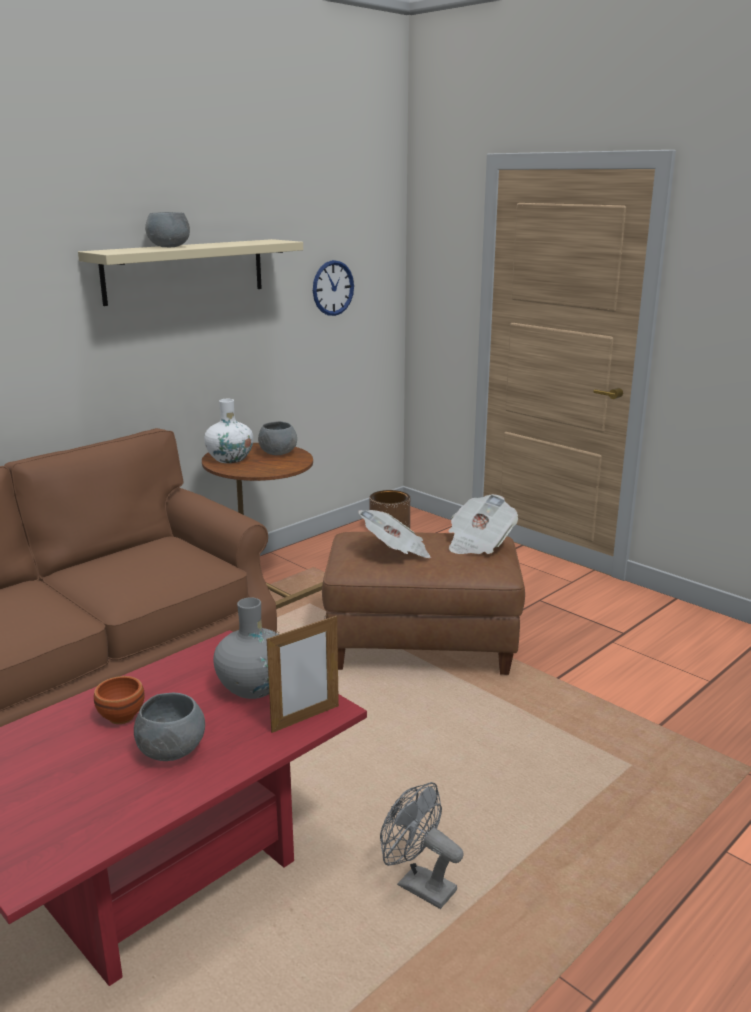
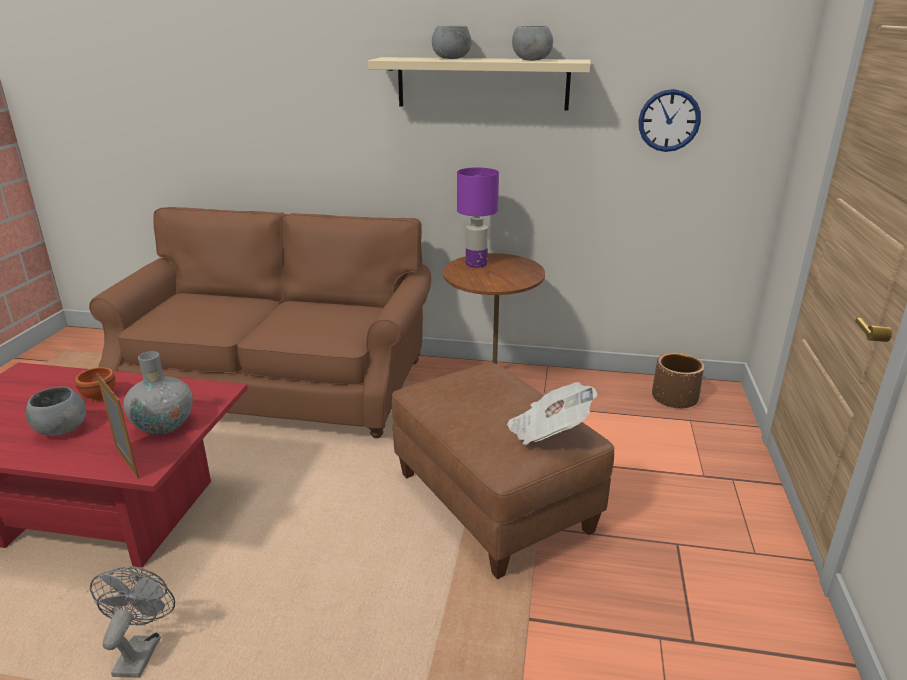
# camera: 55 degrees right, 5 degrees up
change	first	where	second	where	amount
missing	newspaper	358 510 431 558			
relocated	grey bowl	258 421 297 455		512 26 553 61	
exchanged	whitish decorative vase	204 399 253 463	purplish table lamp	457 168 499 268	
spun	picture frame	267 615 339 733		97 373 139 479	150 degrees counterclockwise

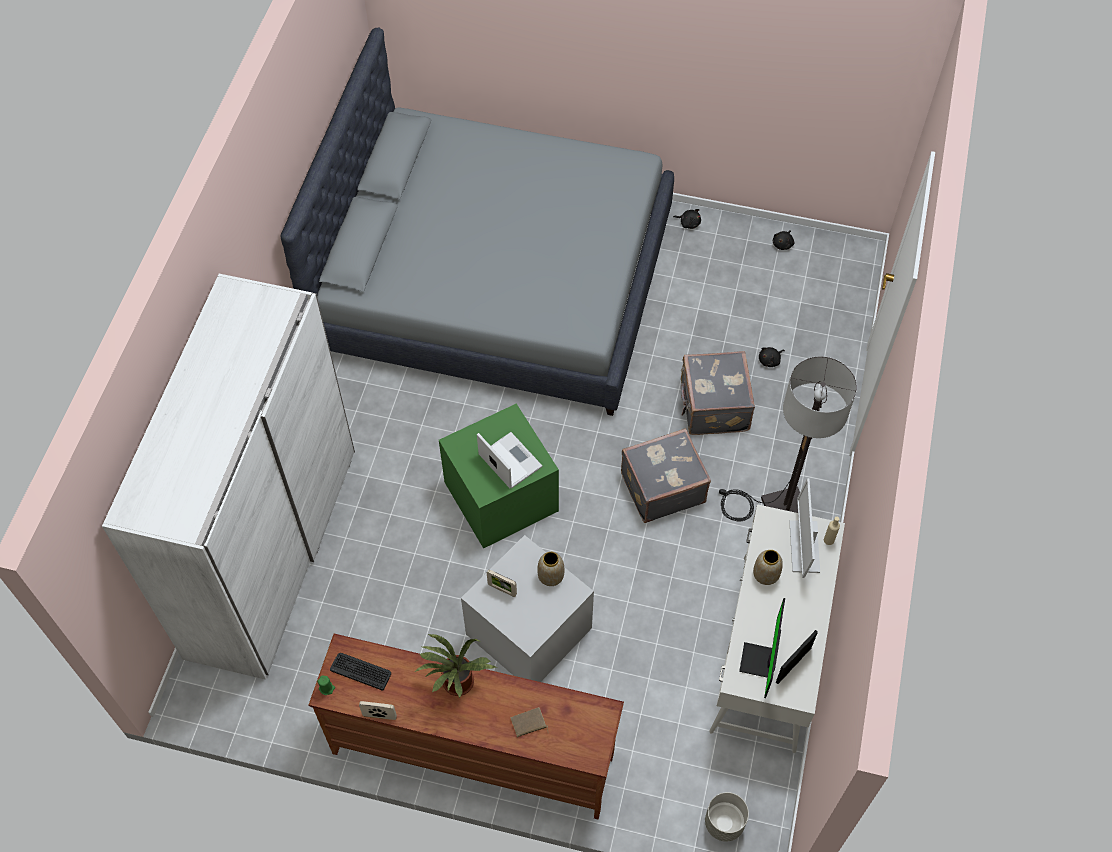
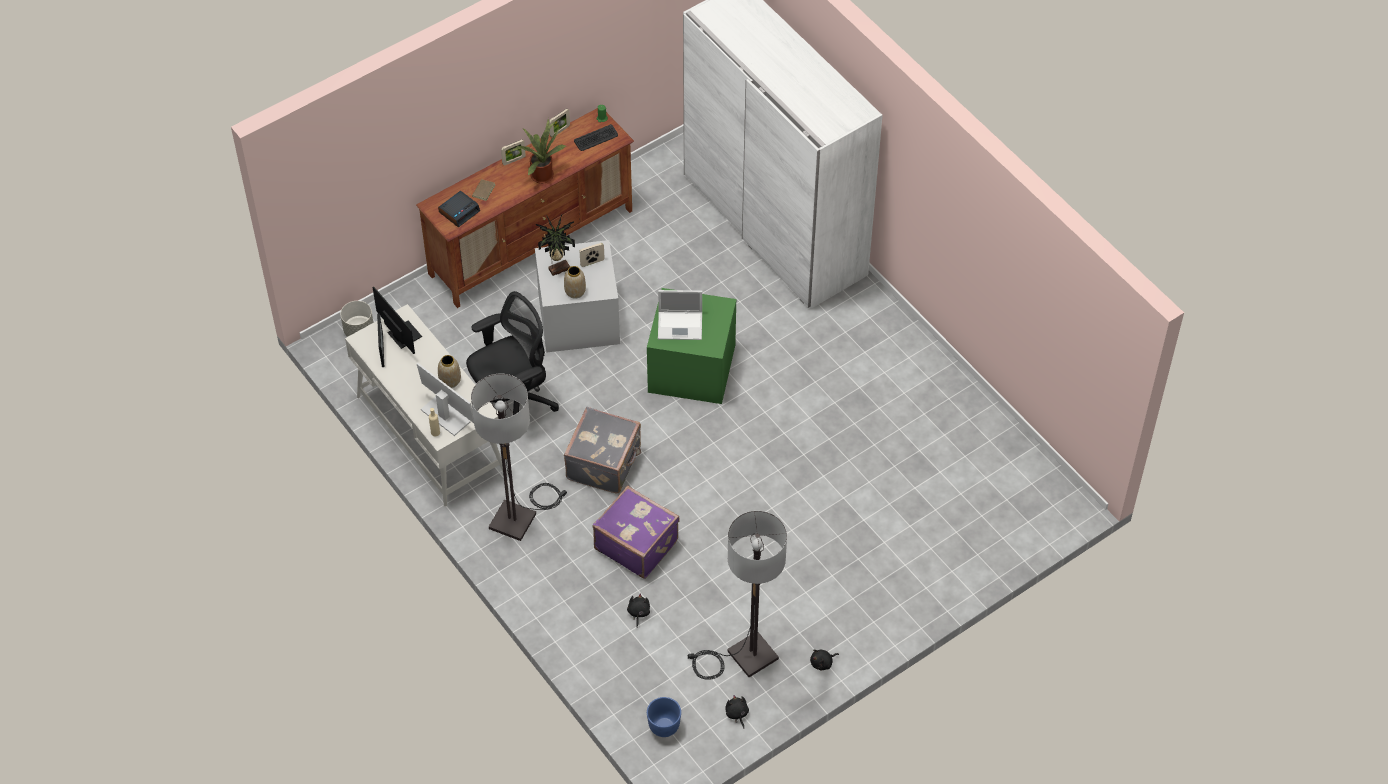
# camera: 130 degrees right, 5 degrees down
change	first	where	second	where	amount
missing	grey sleeping bed	280 27 674 416			
appeared			alarm clock	438 191 480 227	
appeared			black-coloured desk chair	466 291 559 415	
appeared			picture frame	501 139 526 165	
appeared			houseplant	536 215 575 276	
appeared			blue-coloured flower pot	647 697 681 737	
appeared			floor lamp	687 511 787 679	
colour	grey travel case	681 351 755 435	purplish travel case	592 486 680 579	

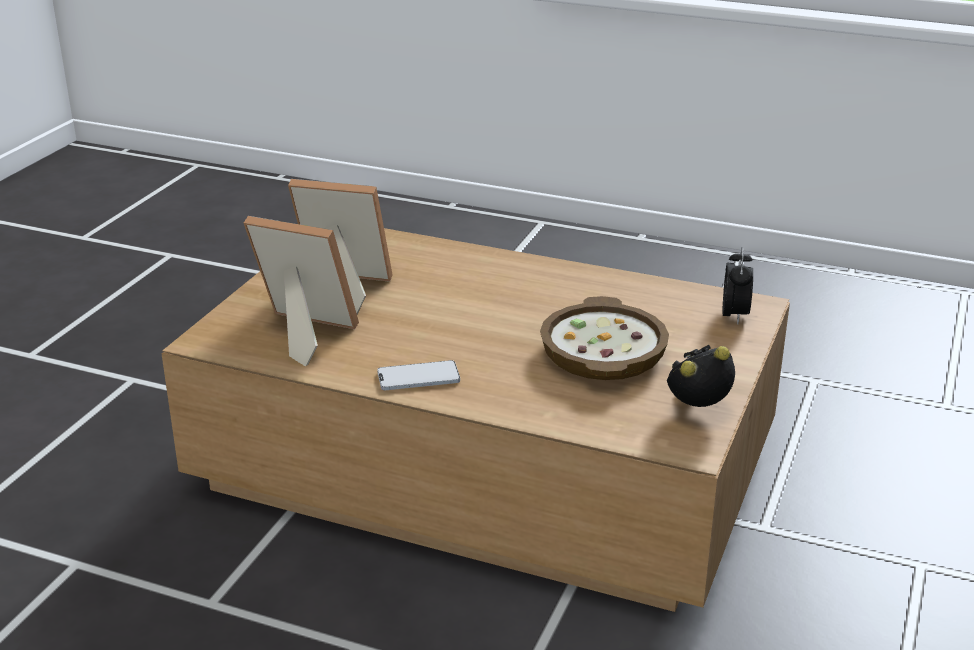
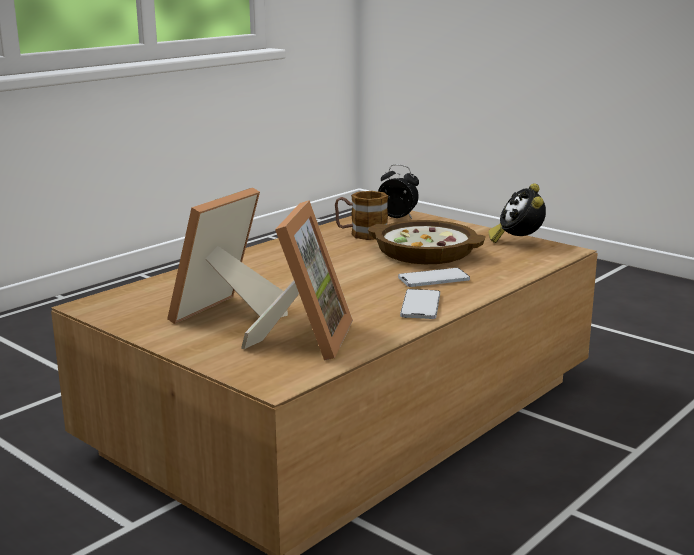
# camera: 70 degrees left, 10 degrees down
change	first	where	second	where	amount
appeared			mug	335 191 388 240	
appeared			telephone	398 268 470 287	
spun	picture frame	244 216 359 366		241 200 353 361	150 degrees clockwise

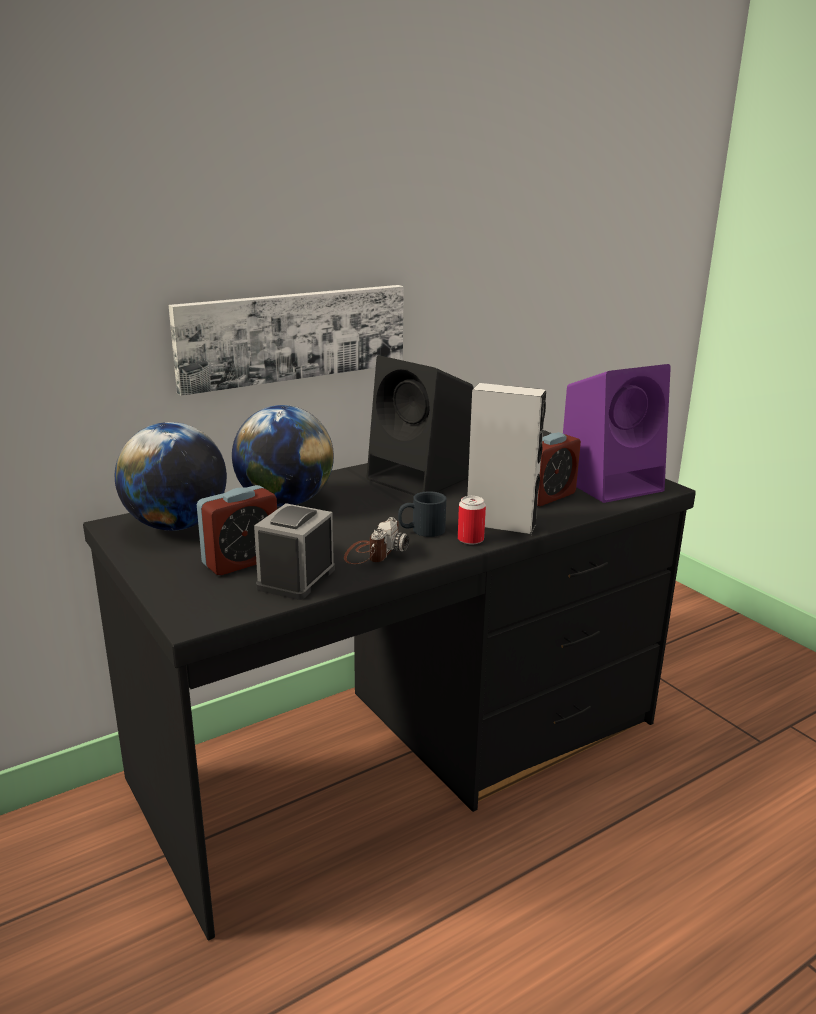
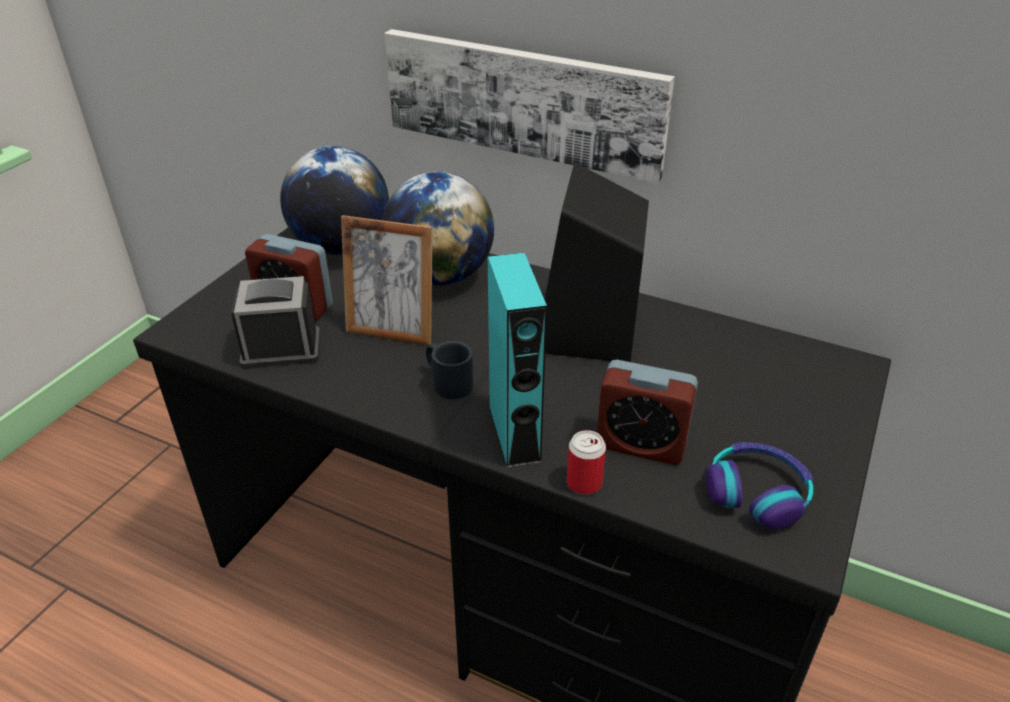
# camera: 60 degrees right, 15 degrees up
change	first	where	second	where	amount
missing	still camera	344 517 409 564			
appeared			picture frame	341 215 432 346	
relocated	can	458 496 486 544		567 430 606 495	
exchanged	purplish loudspeaker	563 364 671 503	pair of headphones	706 442 813 529	
colour	grey loudspeaker	467 383 546 535	turquoise-coloured loudspeaker	488 253 547 468	

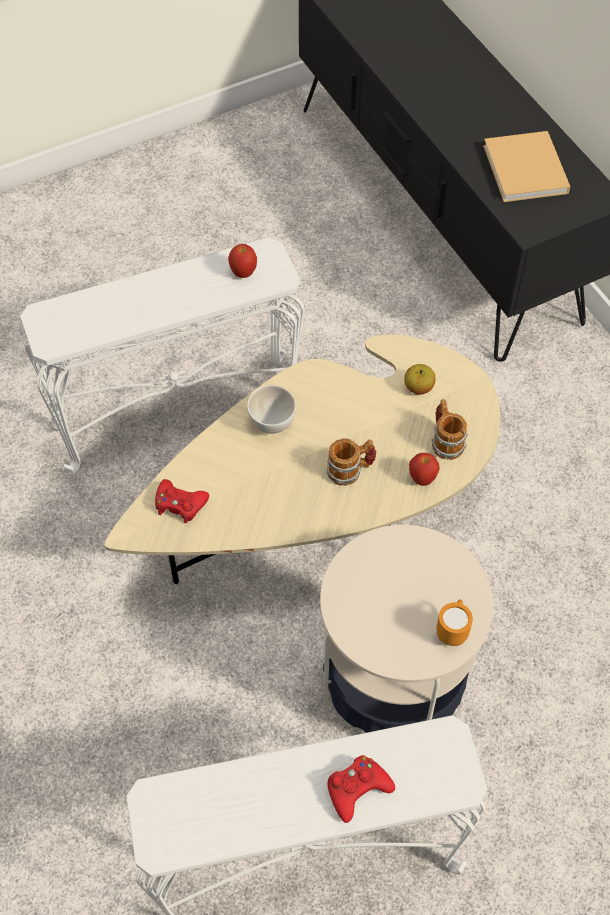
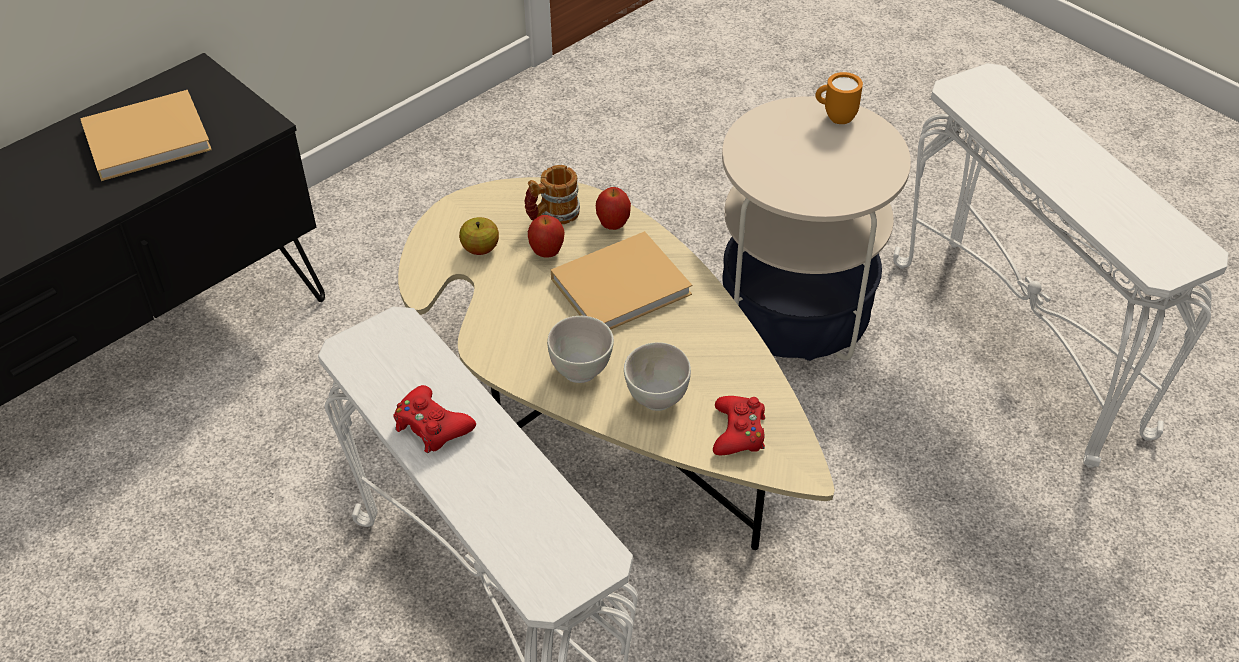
# camera: 105 degrees left, 10 degrees down
change	first	where	second	where	amount
appeared			whitish bowl	624 342 691 411	
relocated	apple	228 244 257 278		528 215 565 258	
relocated	reddish joypad	327 755 395 823		394 385 476 453	
exchanged	mug	326 438 376 486	beige bound book	551 231 692 330	

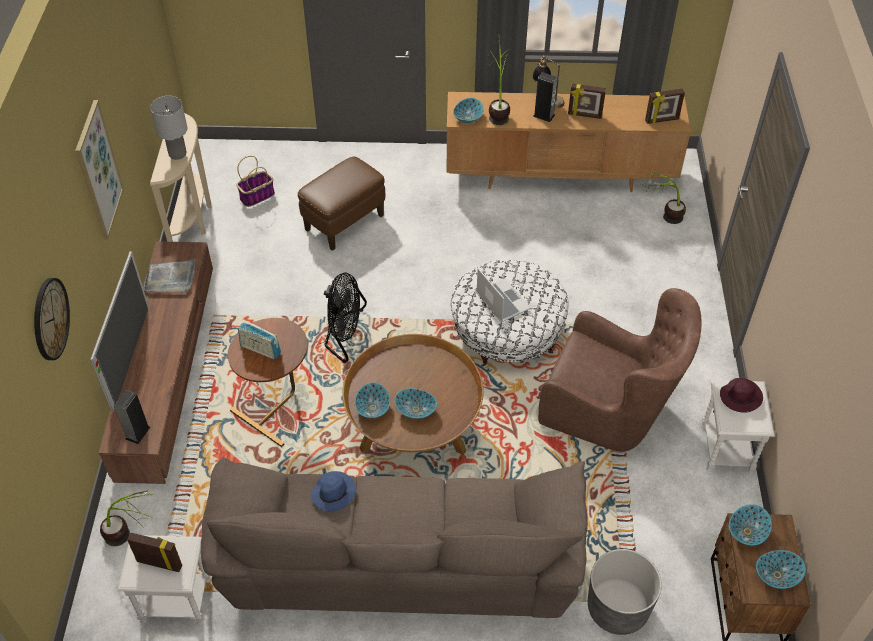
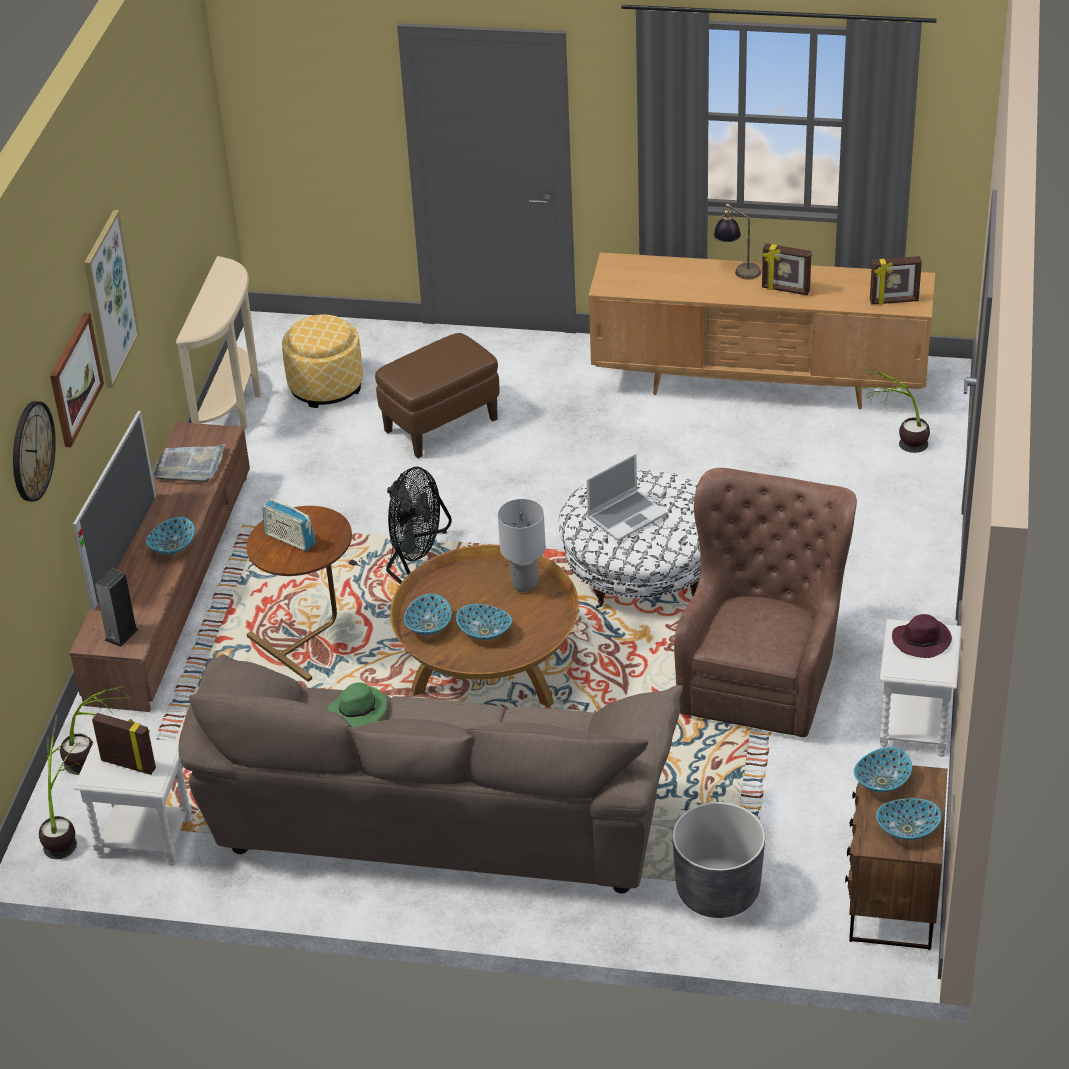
# camera: 10 degrees right, 10 degrees down
change	first	where	second	where	amount
missing	loudspeaker	533 72 558 122			
appeared			wall art	50 313 104 447	
relocated	grey table lamp	150 96 188 160		498 499 546 592	
relocated	bowl	453 98 484 123		146 517 195 555	
relocated	houseplant	489 34 514 125		39 715 84 859	
exchanged	household basket	236 156 275 207	footrest	282 315 363 408	
colour	blue-coloured wearable hat	311 471 356 512	greenish wearable hat	328 682 387 727	
spun	notebook computer	476 268 531 323		587 453 667 541	75 degrees clockwise
spun	brown-coloured lounge chair	538 288 701 451		674 468 857 737	105 degrees counterclockwise

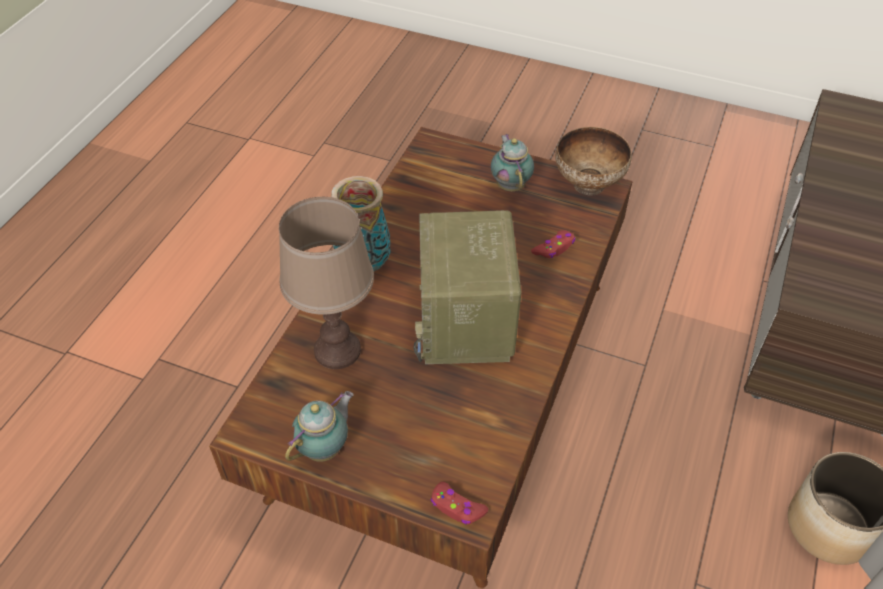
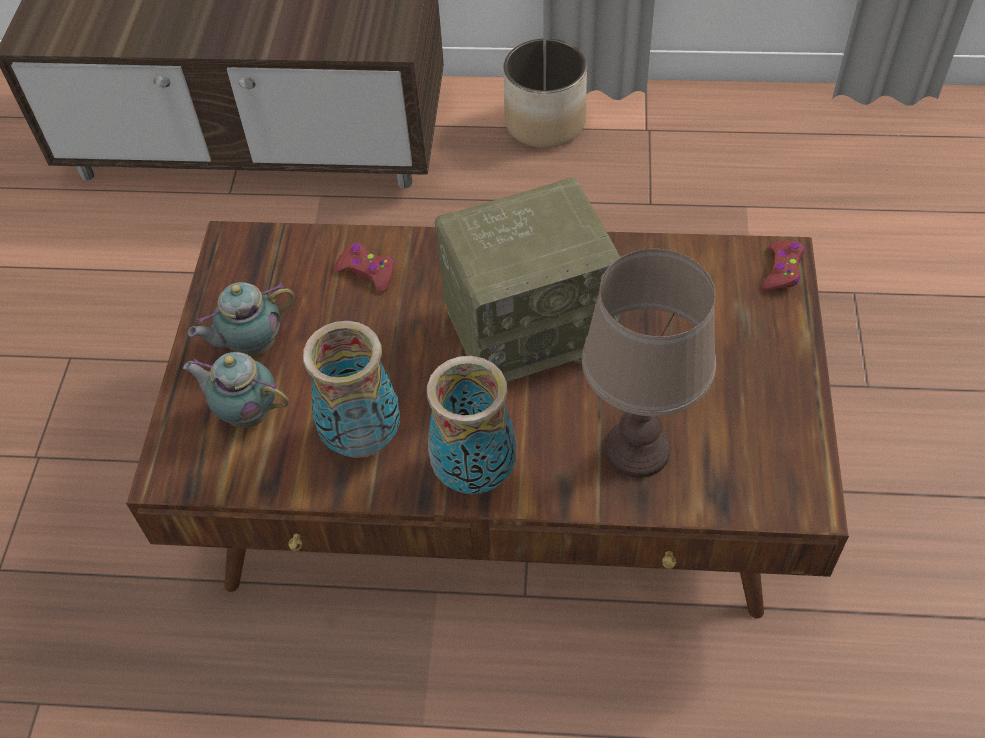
# camera: 105 degrees left, 5 degrees up
change	first	where	second	where	amount
missing	bowl	555 127 632 196			
appeared			decorative vase	303 321 400 458	
relocated	teapot	285 391 354 462		183 352 289 428	

